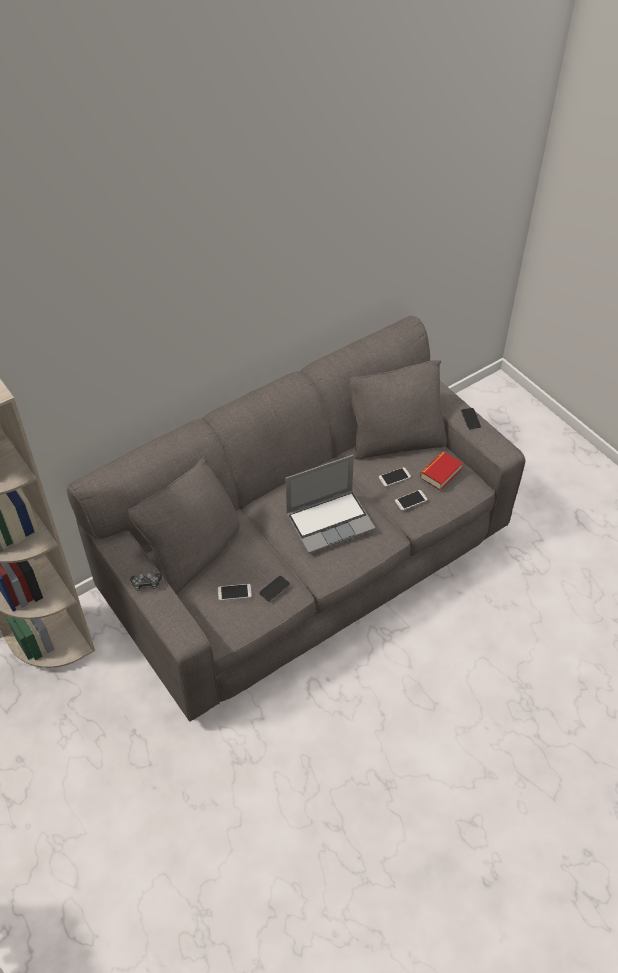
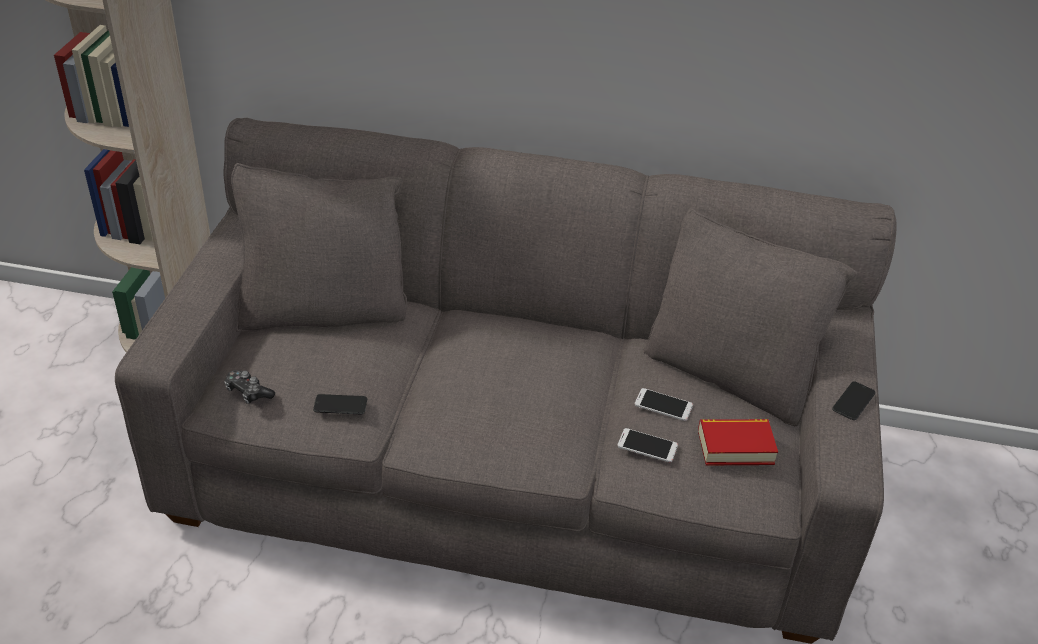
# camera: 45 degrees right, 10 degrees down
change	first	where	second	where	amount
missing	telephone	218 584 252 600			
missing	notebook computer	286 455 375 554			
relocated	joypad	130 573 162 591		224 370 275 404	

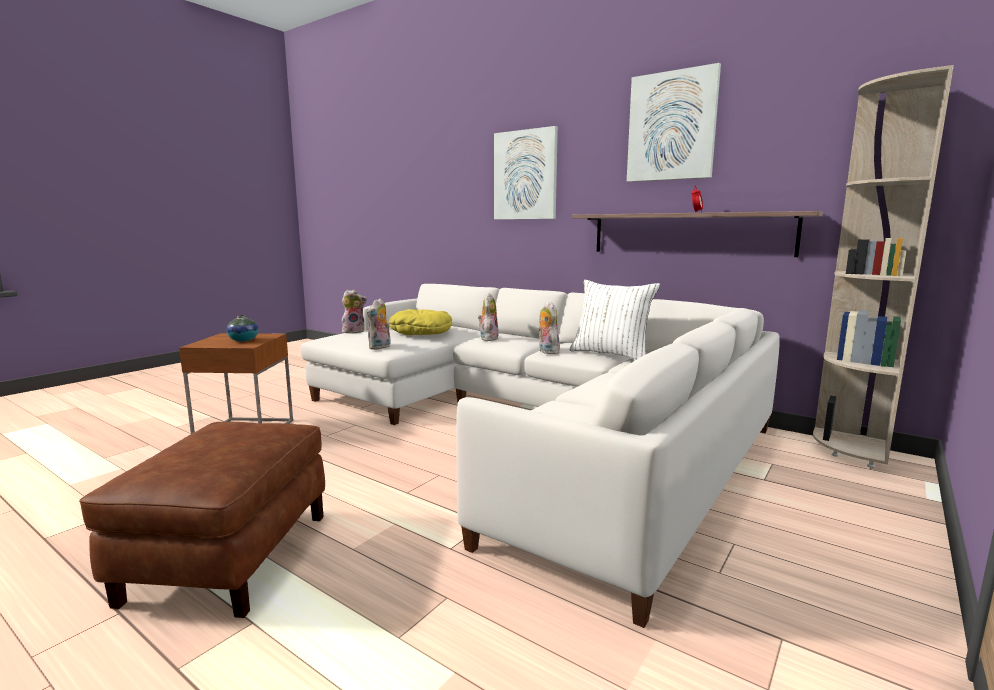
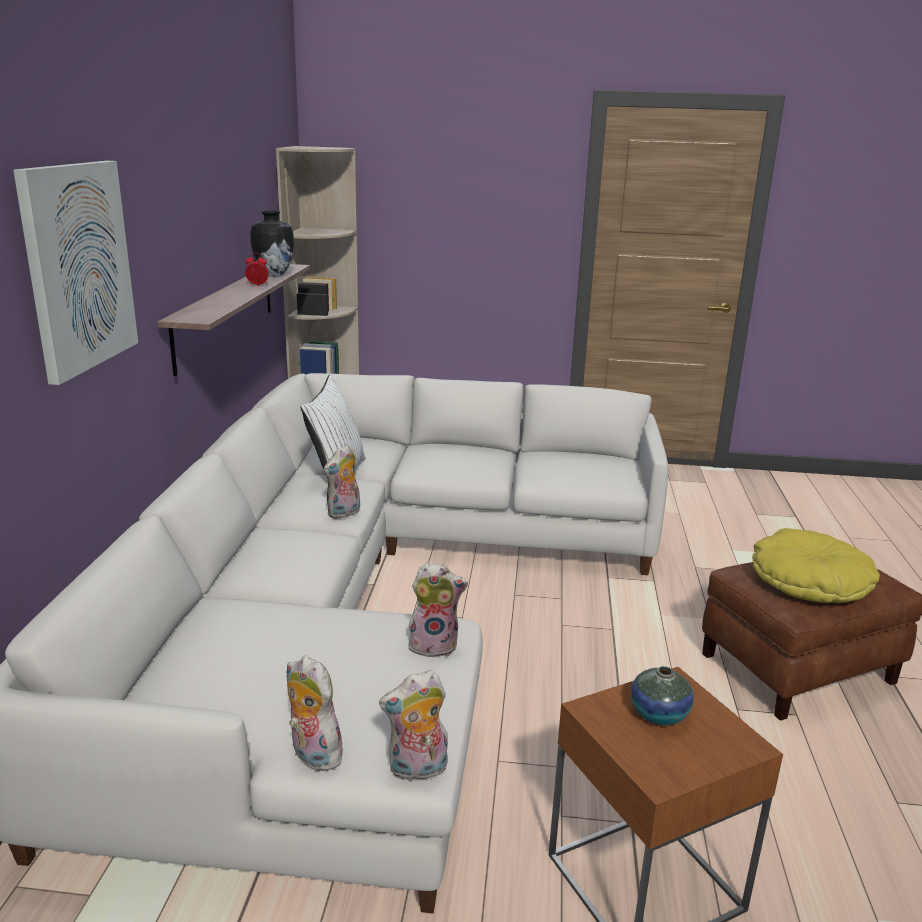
# camera: 120 degrees left, 10 degrees up
change	first	where	second	where	amount
missing	wall art	627 63 721 182			
appeared			decorative vase	251 210 294 277	
relocated	yellow cushion	389 309 452 335		752 528 880 603	
relocated	soft toy	478 293 499 341		379 670 448 781	

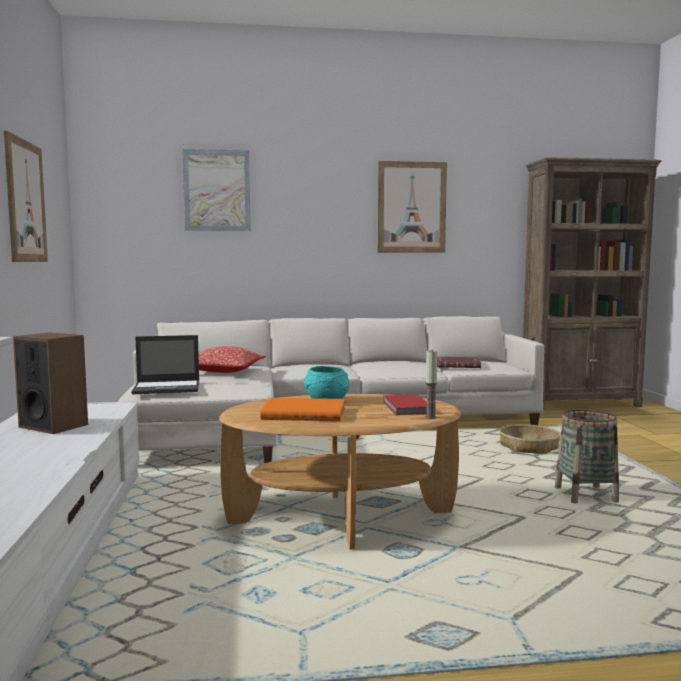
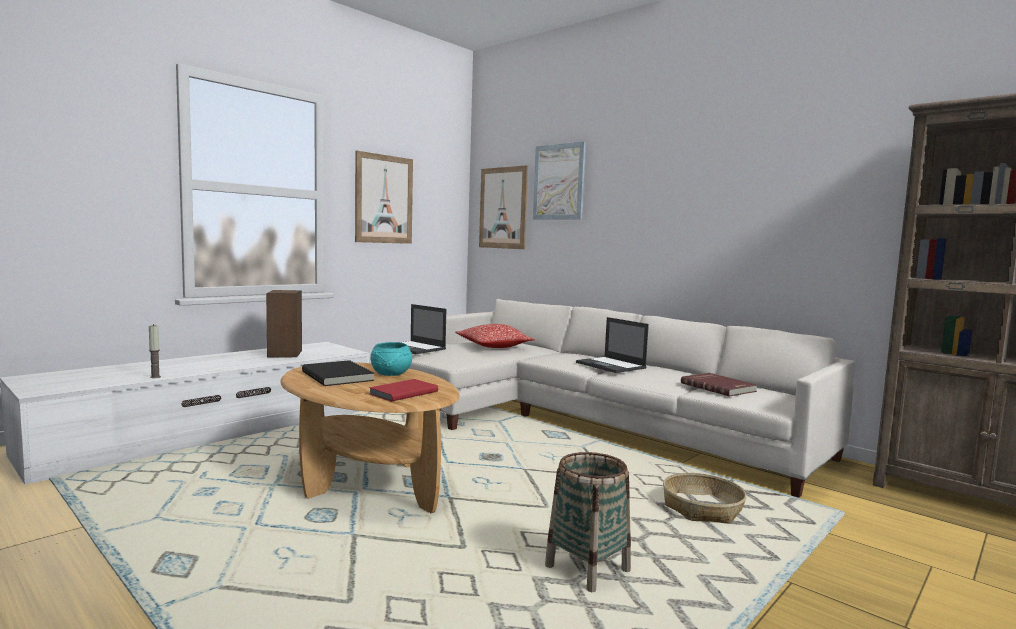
# camera: 50 degrees right, 0 degrees up
change	first	where	second	where	amount
appeared			notebook computer	576 317 649 373	
relocated	wall art	377 161 447 253		479 165 528 249	
relocated	wax candle	425 349 438 419		149 324 161 378	
colour	orange bound book	260 398 345 421	black-coloured bound book	302 360 374 386	

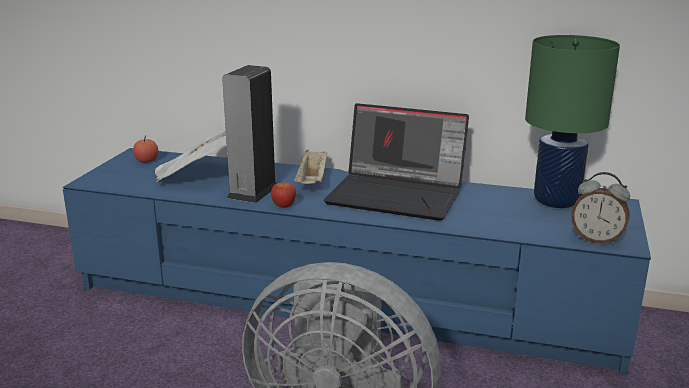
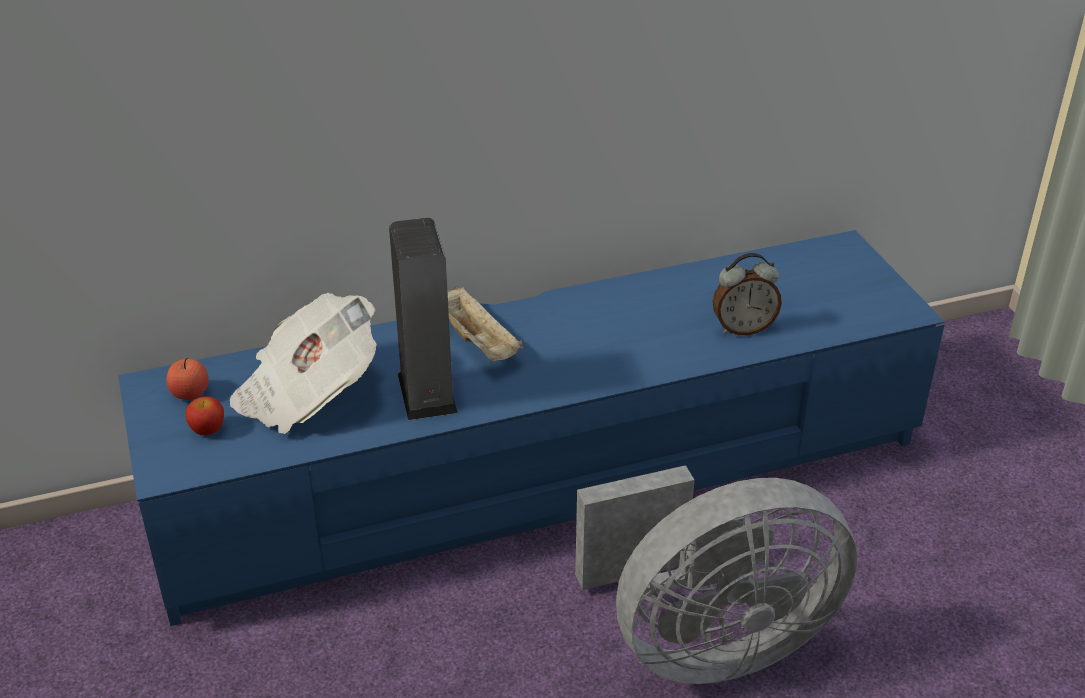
# camera: 35 degrees left, 15 degrees up
change	first	where	second	where	amount
missing	notebook computer	324 103 469 221			
missing	greenish table lamp	525 35 620 208			
relocated	apple	271 182 296 208		185 396 224 435	
relocated	alarm clock	571 172 630 245		712 253 782 335	

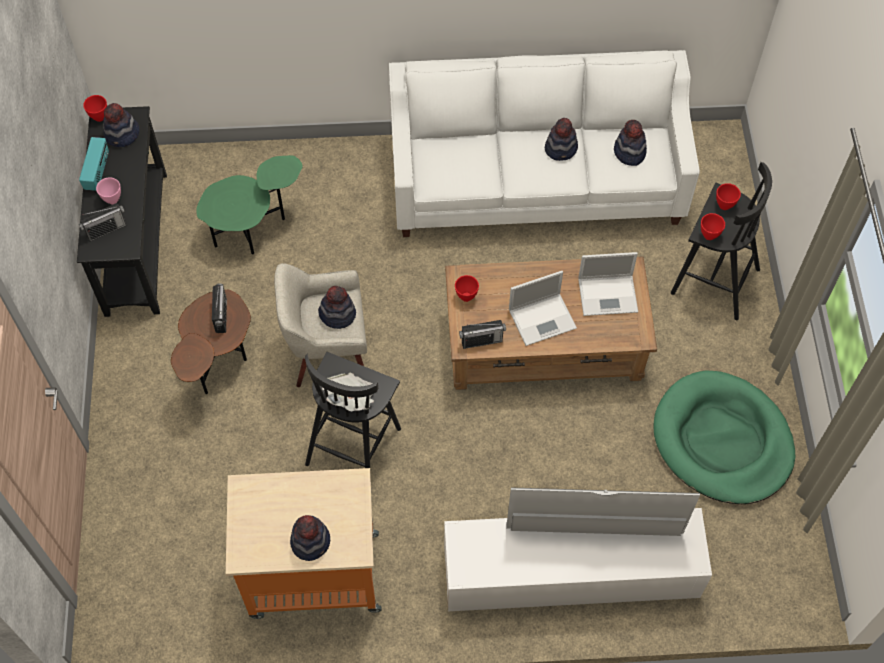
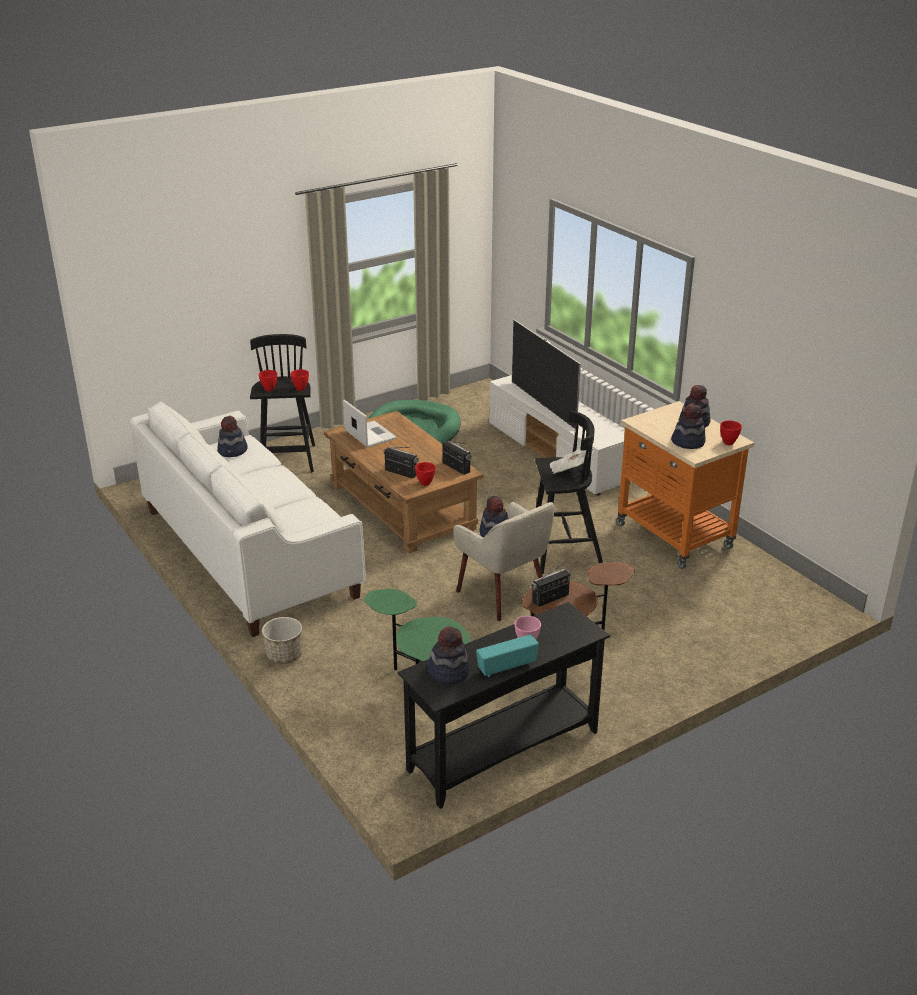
# camera: 120 degrees left, 30 degrees down
change	first	where	second	where	amount
missing	notebook computer	509 271 577 346			
appeared			flower pot	262 617 302 664	
relocated	radio	79 203 127 241		384 447 419 478	
relocated	reddish bowl	83 95 107 122		720 421 742 445	
relocated	wearable hat	545 118 578 161		671 404 706 449	

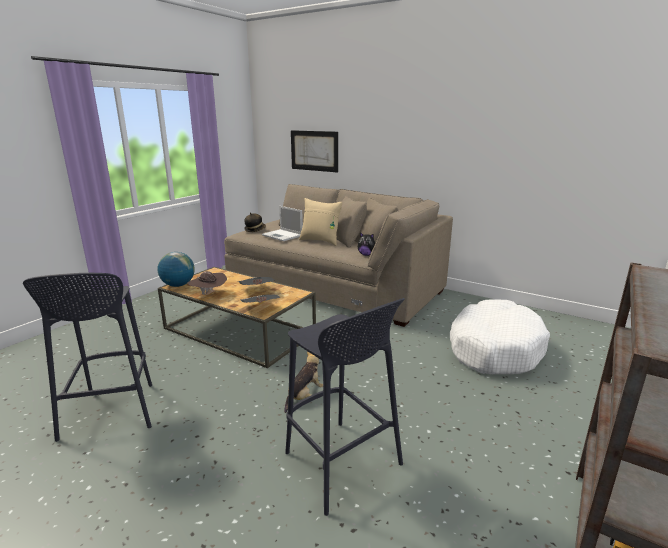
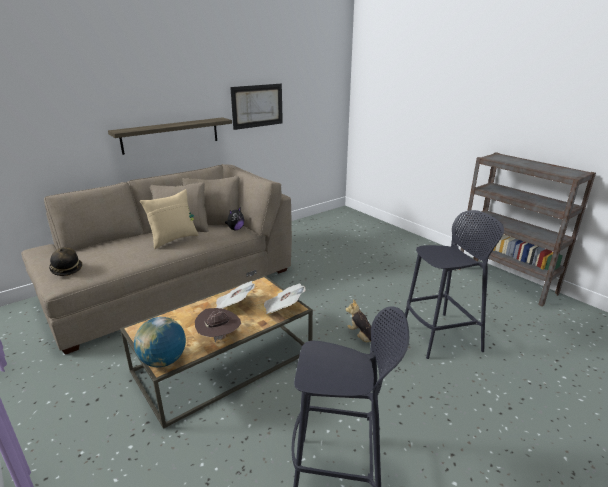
# camera: 70 degrees left, 5 degrees up
change	first	where	second	where	amount
missing	notebook computer	262 206 303 241			
missing	whitish dog cushion	450 299 550 374			
appeared			shelf	108 117 232 155	
relocated	wall art	291 130 338 173		230 84 283 130	

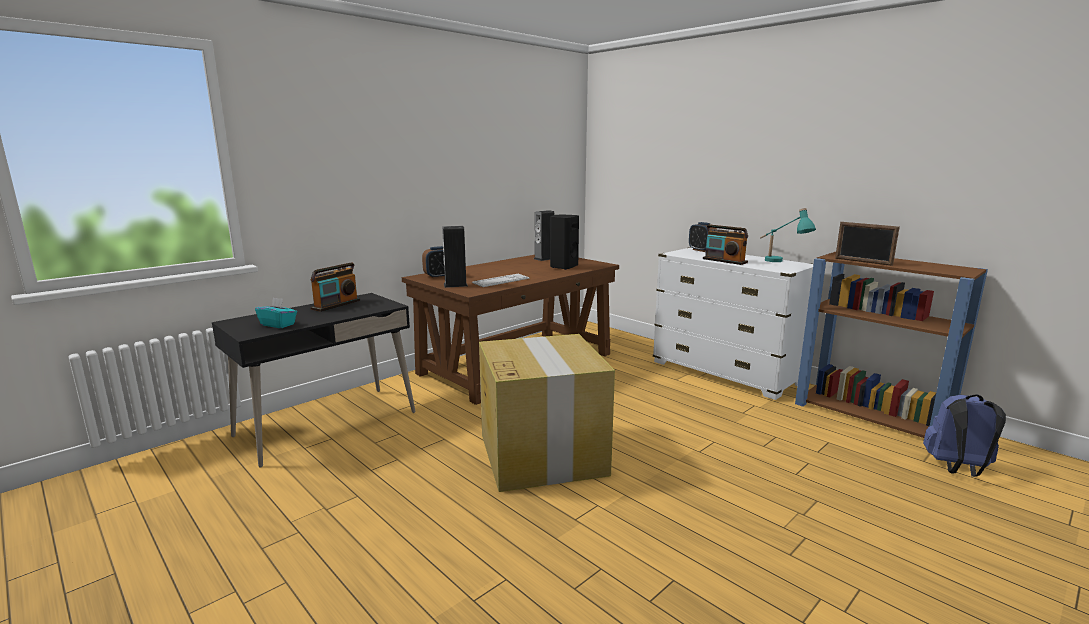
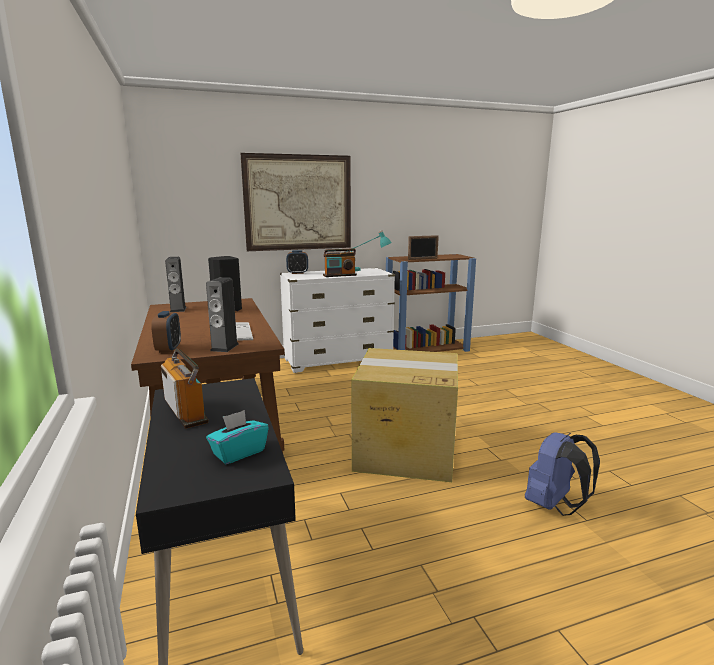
# camera: 65 degrees left, 0 degrees up
change	first	where	second	where	amount
appeared			wall art	240 153 351 251	
relocated	blue-coloured rucksack	923 394 1006 477		525 432 600 516	

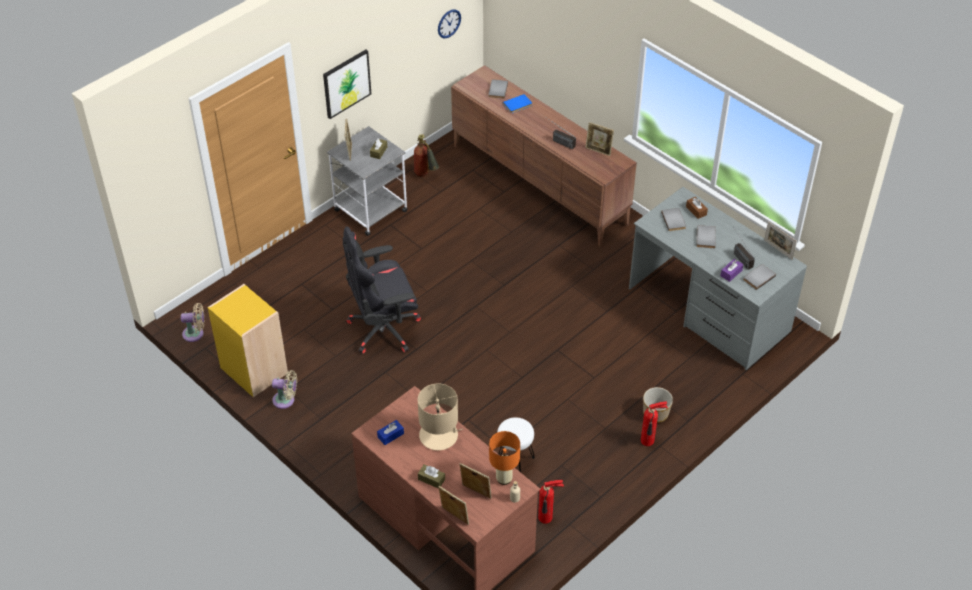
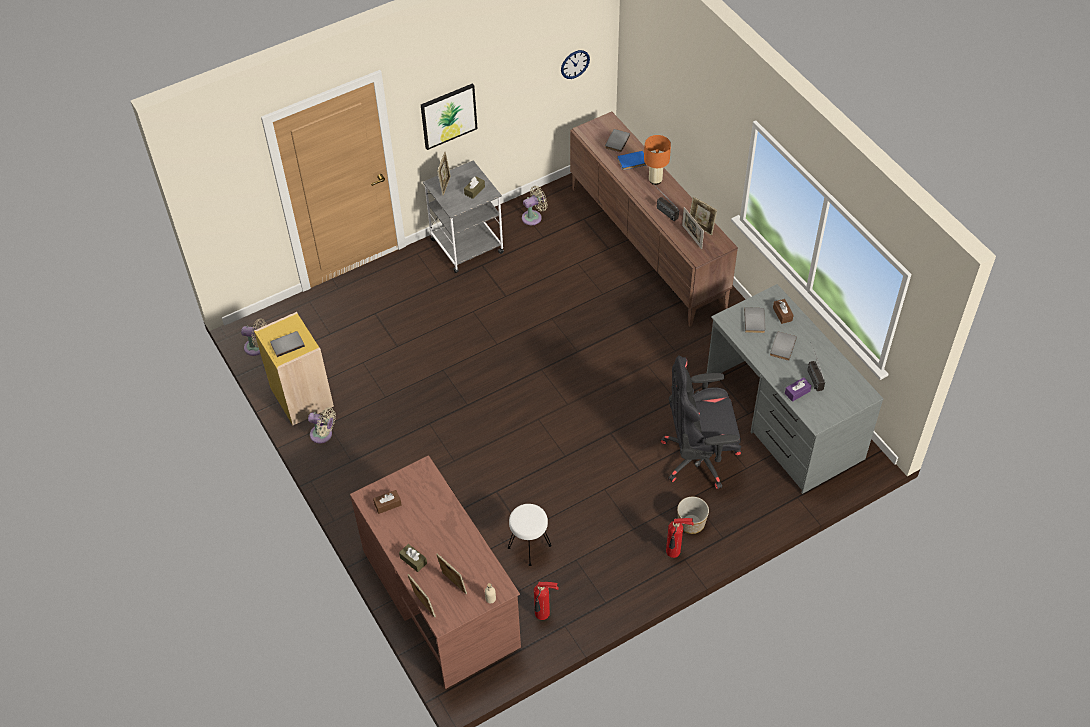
# camera: 15 degrees right, 5 degrees up
change	first	where	second	where	amount
missing	beige table lamp	418 384 463 450			
relocated	black-coloured desk chair	343 226 421 354		660 355 741 489	
relocated	orange table lamp	489 431 520 485		644 135 671 185	
relocated	grey bound book	743 264 776 290		270 331 305 357	
relocated	picture frame	764 221 797 260		682 207 704 249	
exchanged	fire extinguisher	414 134 439 177	beige fan	522 186 548 225	
colour	blue-coloured tissue holder	377 420 404 445	brown-coloured tissue holder	373 490 402 514	

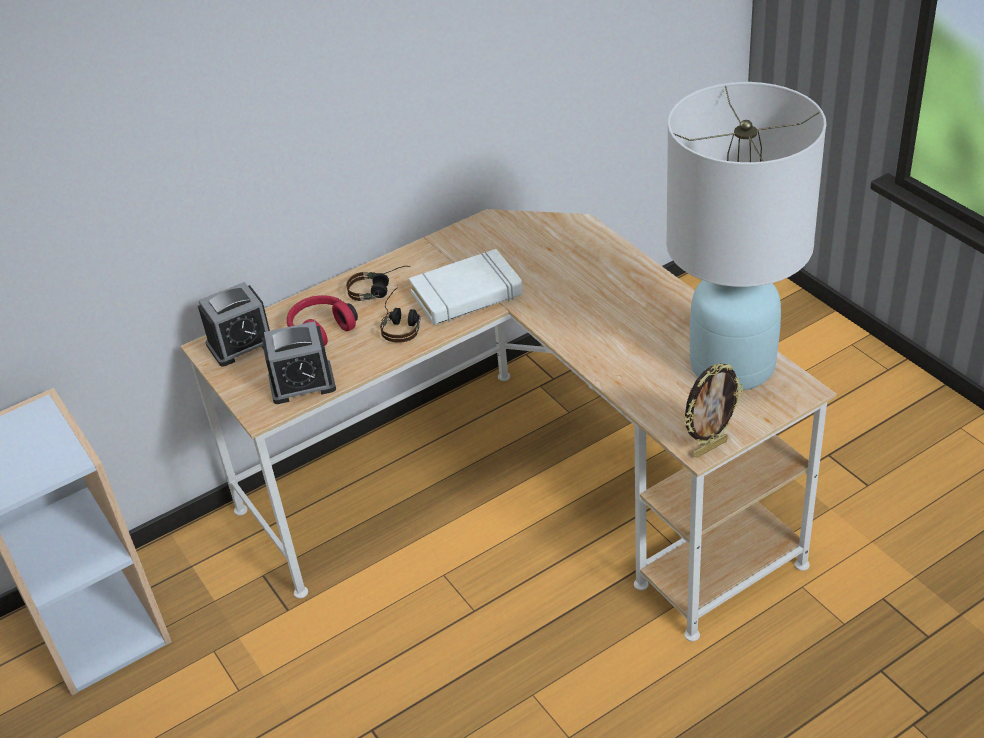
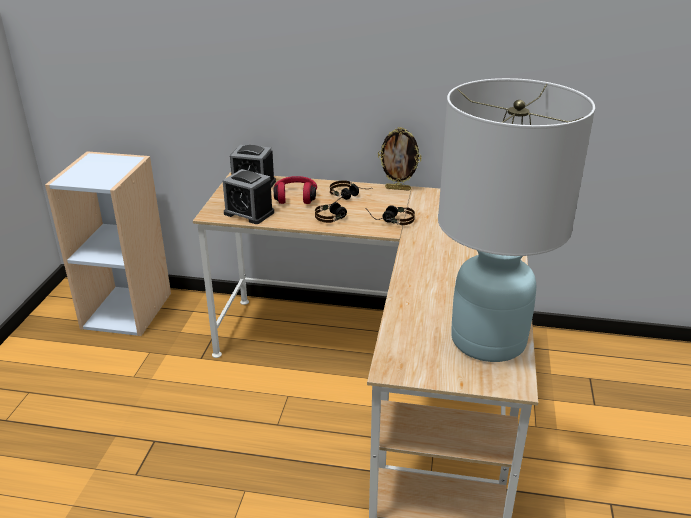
# camera: 40 degrees right, 10 degrees down
change	first	where	second	where	amount
relocated	picture frame	683 363 743 458		378 127 422 191	
exchanged	whitish bound book	409 249 523 325	pair of headphones	365 205 415 225	

